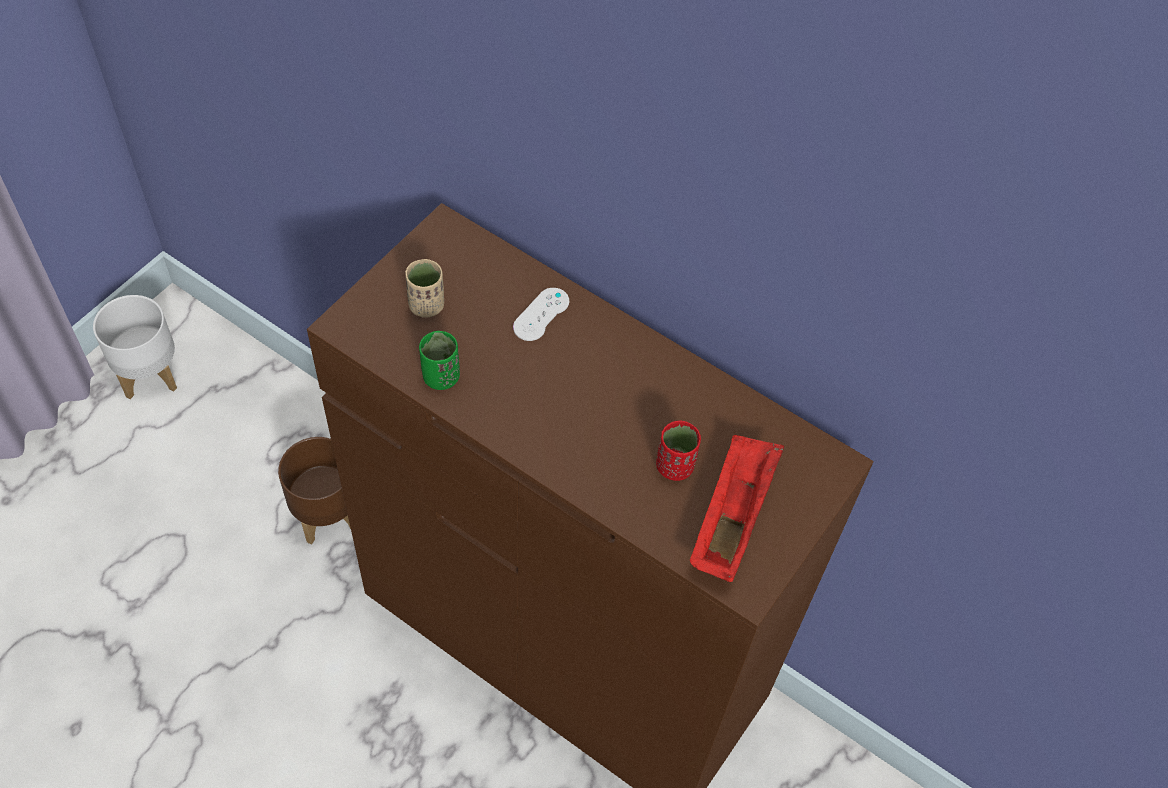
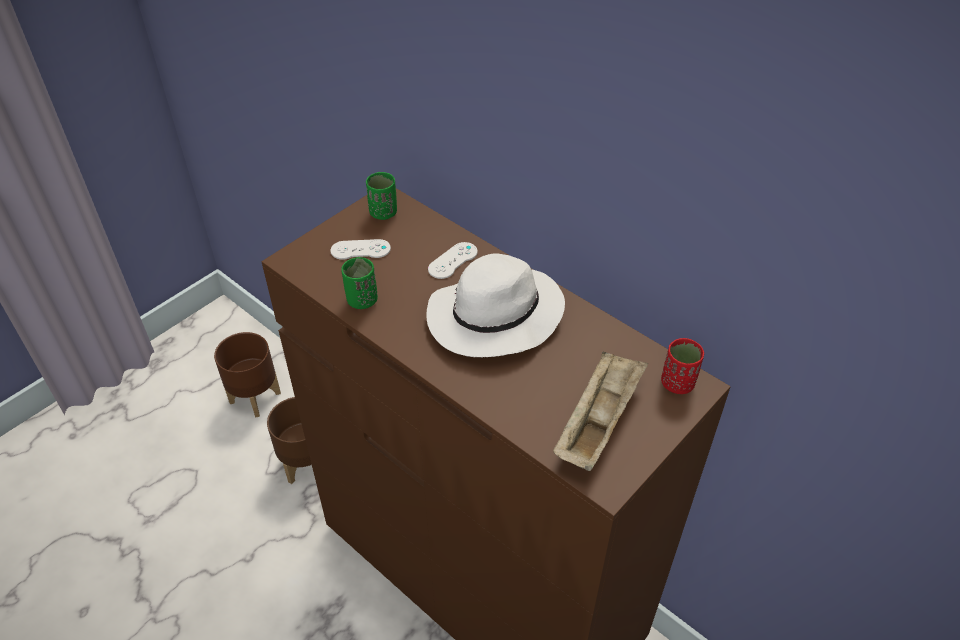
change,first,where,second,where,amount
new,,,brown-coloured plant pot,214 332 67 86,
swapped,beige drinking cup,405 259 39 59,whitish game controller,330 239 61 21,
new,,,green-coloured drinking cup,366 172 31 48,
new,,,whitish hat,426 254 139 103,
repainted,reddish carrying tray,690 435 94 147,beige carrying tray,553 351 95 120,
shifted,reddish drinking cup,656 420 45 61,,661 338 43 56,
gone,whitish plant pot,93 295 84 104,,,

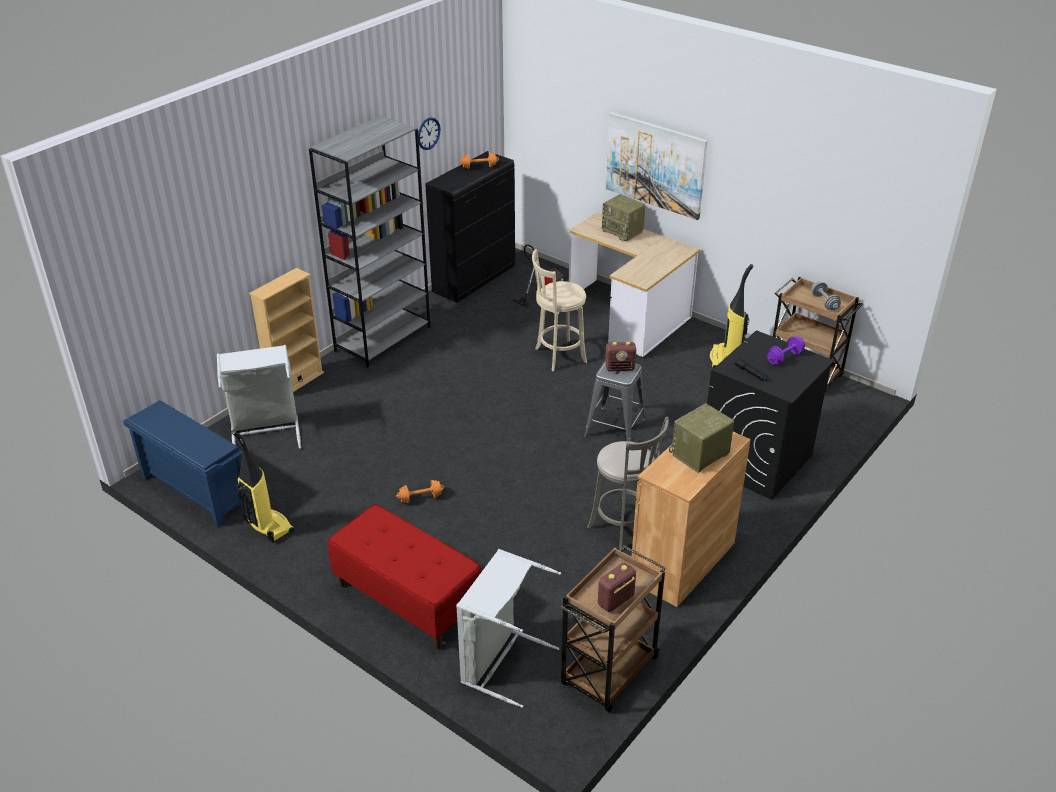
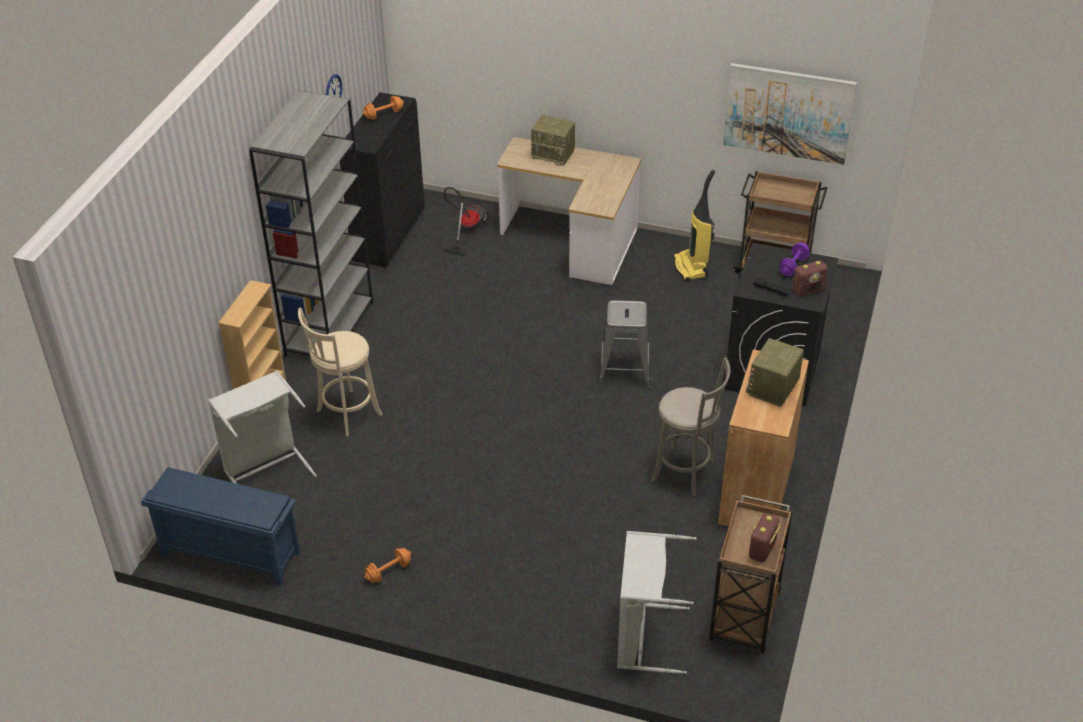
change,first,where,second,where,amount
shifted,beige stool seat,532 249 55 123,,298 308 84 128,
shifted,orange dumbbell,396 480 48 23,,364 548 47 35,
shifted,wall art,606 112 102 108,,723 63 134 102,
shifted,radio,605 342 31 29,,792 260 36 36,
gone,hoover,231 430 63 113,,,
gone,reddish long seat,328 504 154 146,,,
gone,grey dumbbell,811 281 30 30,,,

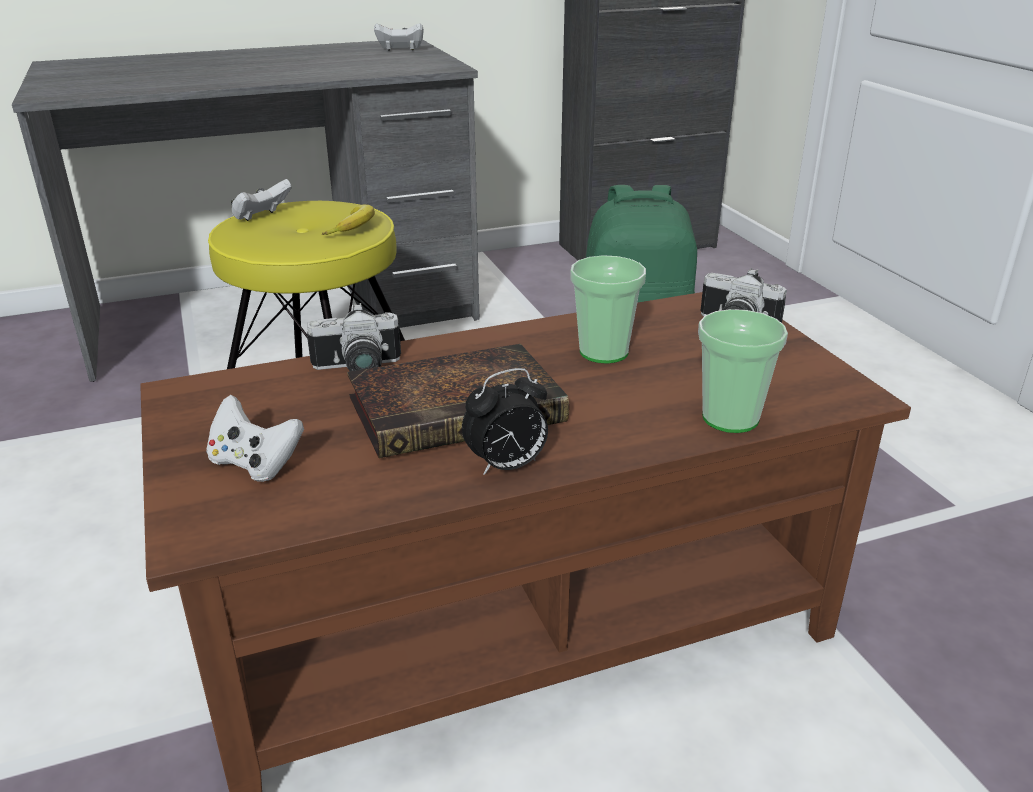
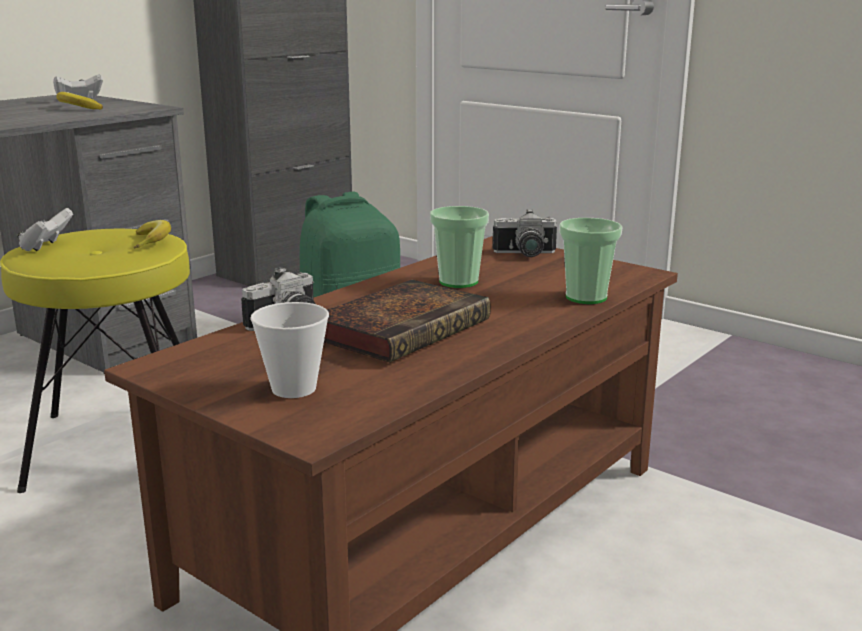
change,first,where,second,where,amount
new,,,banana fruit,56 92 47 18,
swapped,whitish game controller,206 395 98 87,drinking cup,250 302 79 96,
gone,alarm clock,462 368 86 107,,,

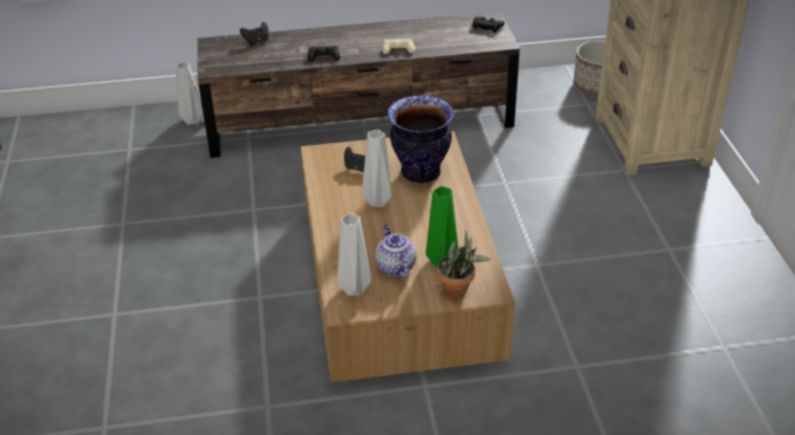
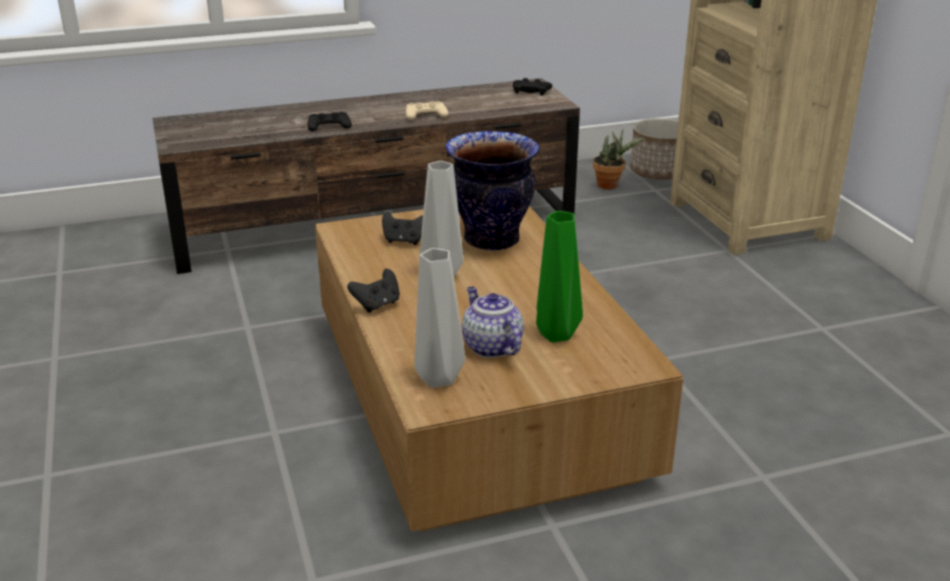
change,first,where,second,where,amount
shifted,black game controller,240 22 29 23,,347 269 53 44,
shifted,potted plant,438 230 52 68,,593 129 52 60,
gone,grey flower vase,175 62 28 63,,,

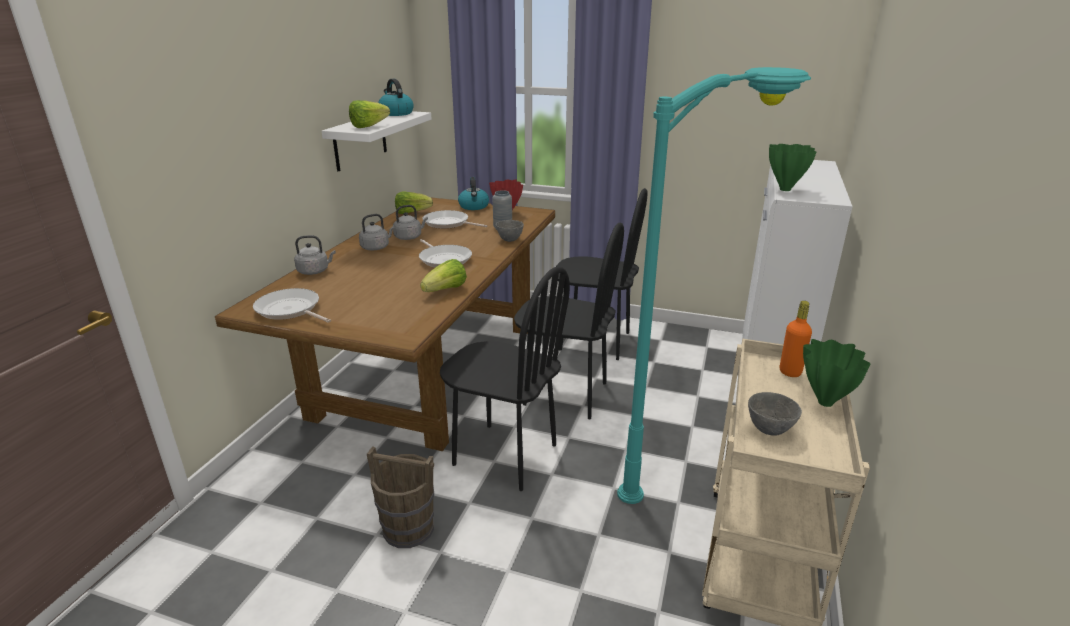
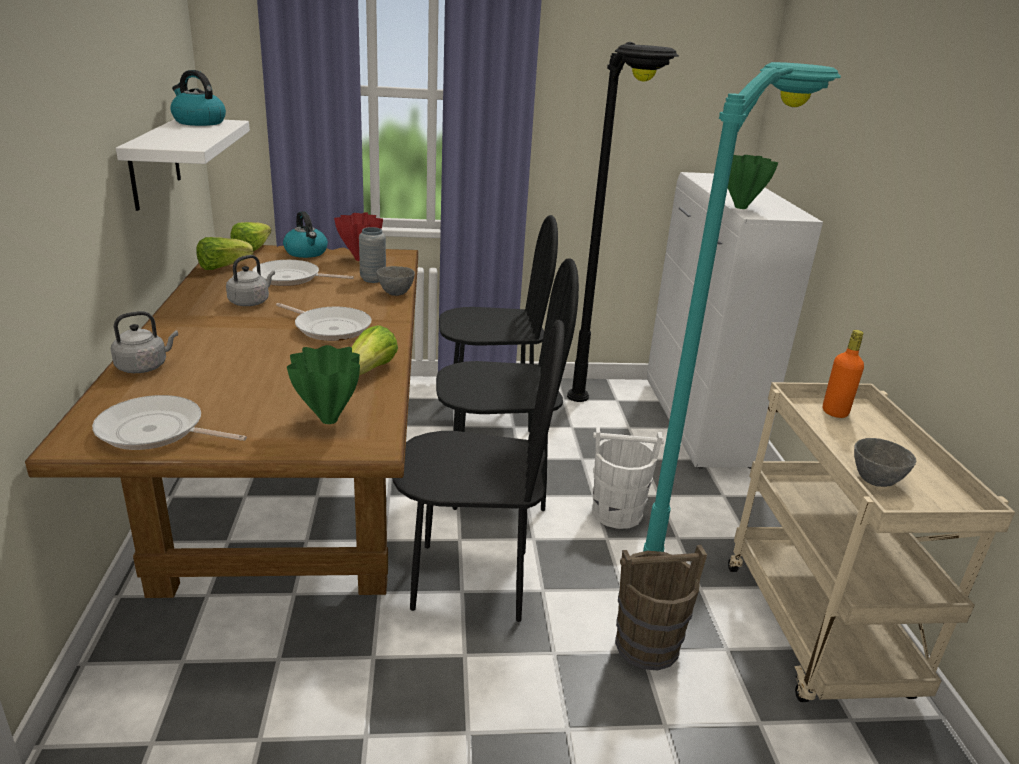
change,first,where,second,where,amount
shifted,head of lettuce,349 100 41 28,,230 222 41 29,
shifted,green-coloured flower vase,803 339 67 68,,287 345 73 79,
new,,,black floor lamp,567 42 112 360,
new,,,whitish pail,592 426 72 103,
shifted,brown-coloured pail,367 446 67 102,,615 545 92 125,
gone,grey kettle,359 214 36 36,,,

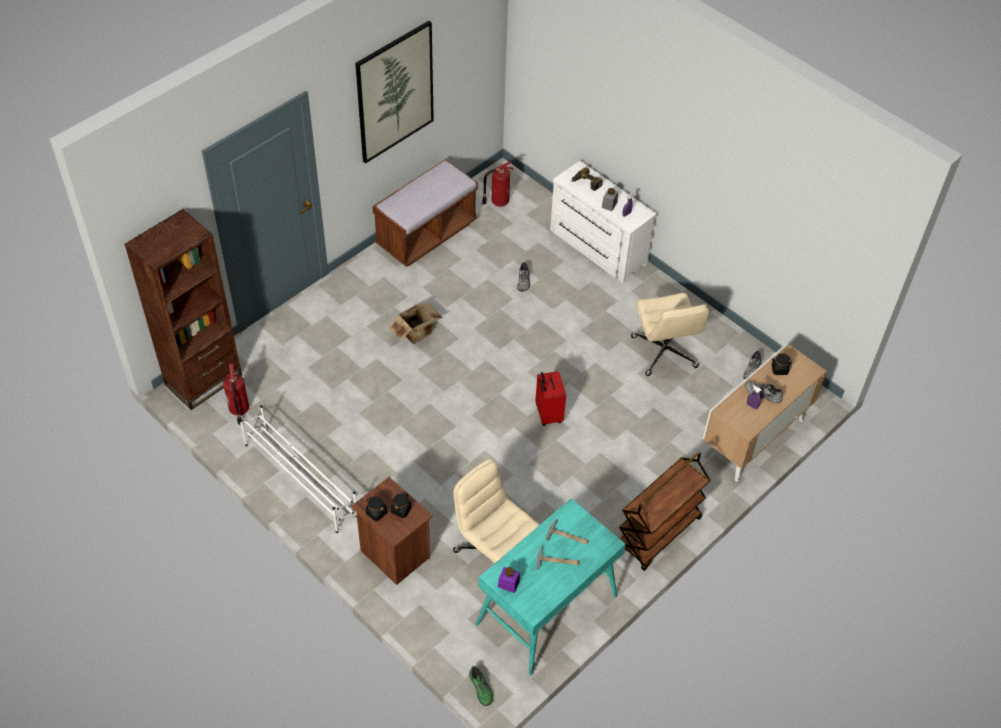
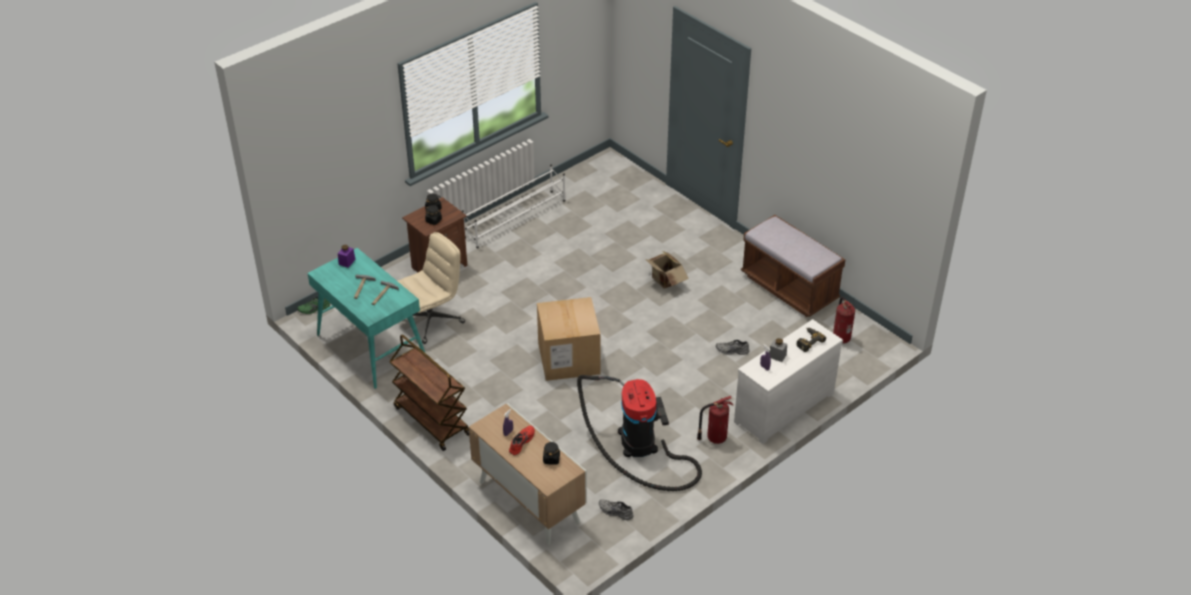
change,first,where,second,where,amount
repainted,grey low shoe,745 381 38 22,reddish low shoe,509 426 26 29,
swapped,reddish suitcase,535 371 31 55,packing box,537 297 64 84,
swapped,beige computer chair,631 293 78 83,hoover,577 375 125 116,
shifted,fire extinguisher,223 363 26 62,,697 396 36 48,
gone,brown-coloured shelving unit,125 209 117 201,,,
gone,wall art,355 21 79 143,,,

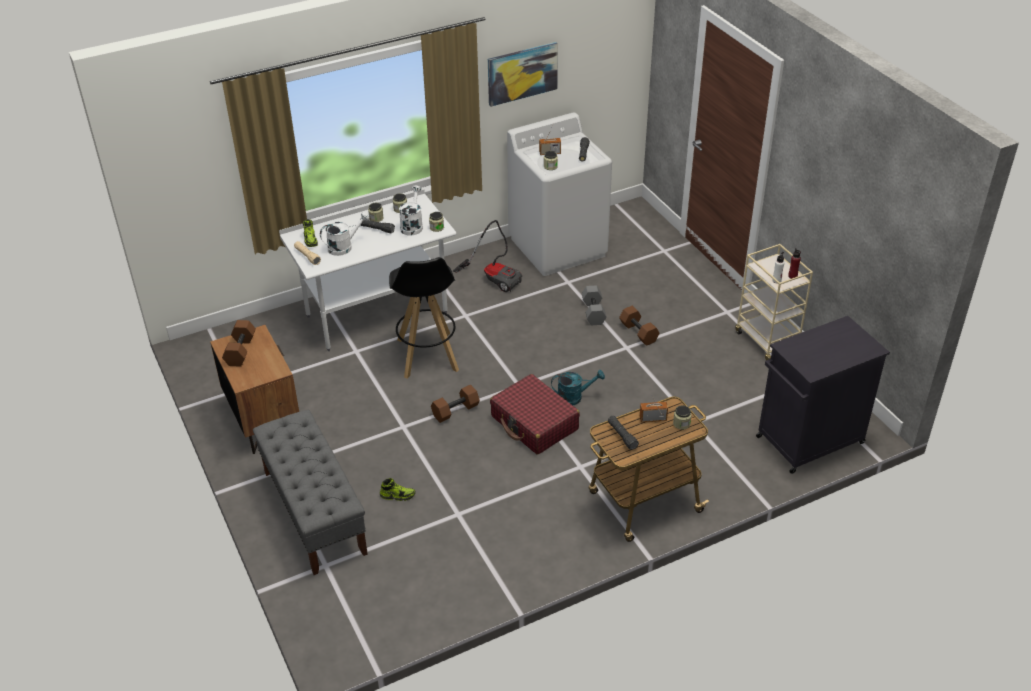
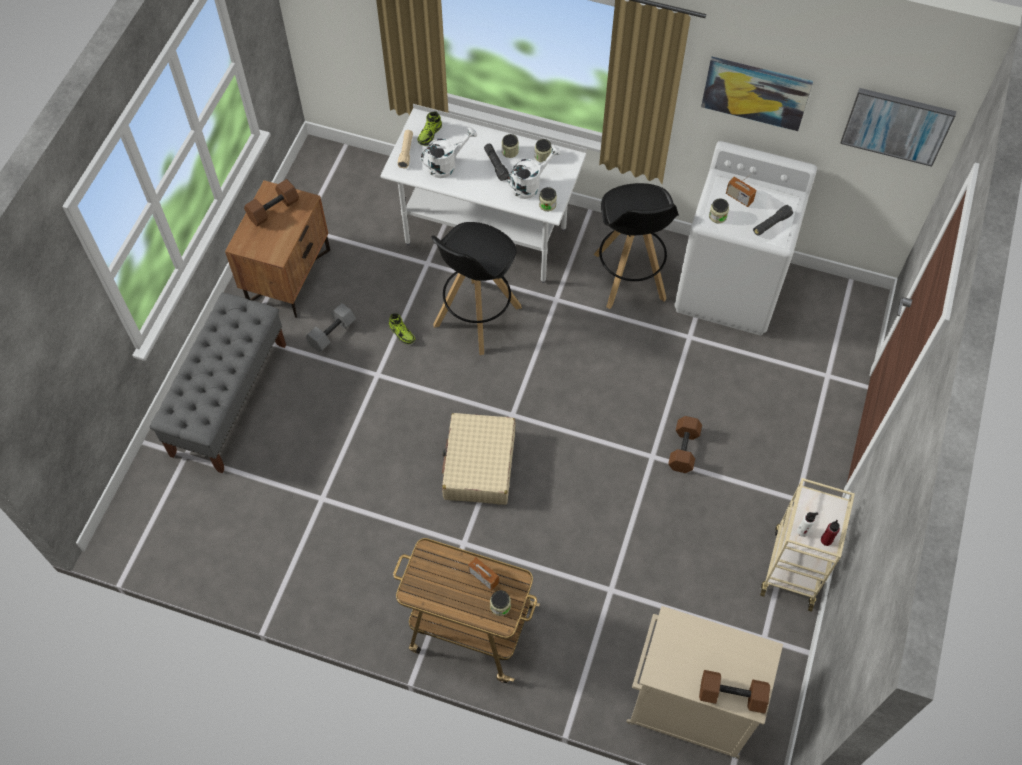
change,first,where,second,where,amount
shifted,grey dumbbell,582 285 25 40,,305 303 51 50,
shifted,low shoe,380 478 36 23,,389 313 26 31,
rotated,whitish sprinkling can,320 212 49 44,,421 127 56 51,45 degrees counterclockwise
repainted,reddish suitcase,490 374 90 80,beige suitcase,442 413 73 92,
swapped,hoover,453 220 69 72,black stool seat,594 183 85 126,
repainted,black cabinet,756 316 134 158,beige cabinet,626 606 157 153,
shifted,brown-coloured dumbbell,431 385 49 38,,699 670 71 44,
new,,,wall art,840 88 116 79,
gone,turquoise-coloured sprinkling can,551 370 54 35,,,
gone,black flashlight,608 416 31 34,,,

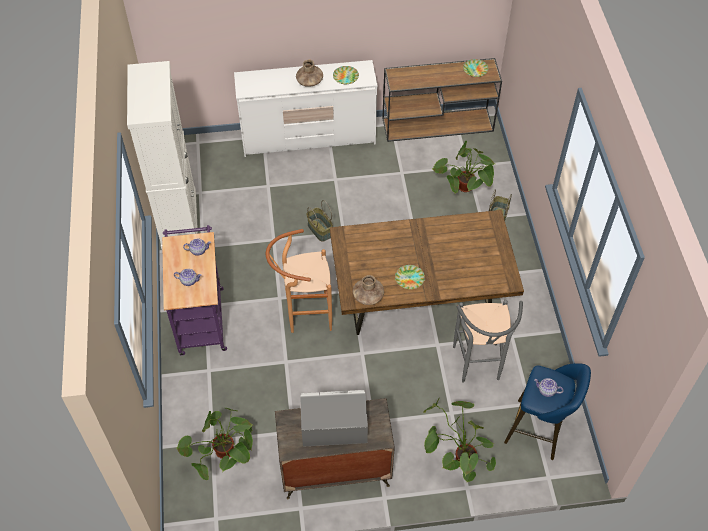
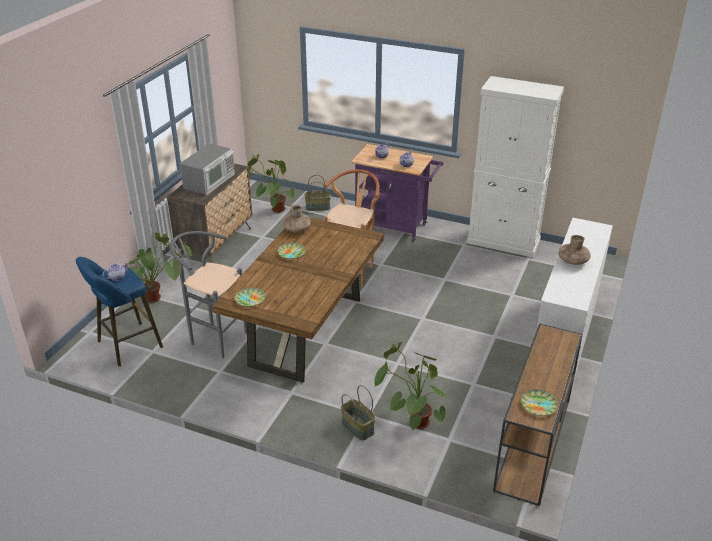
change,first,where,second,where,amount
shifted,plate,333 66 26 18,,234 288 32 19,
shifted,basket,307 200 26 42,,305 175 26 36,

